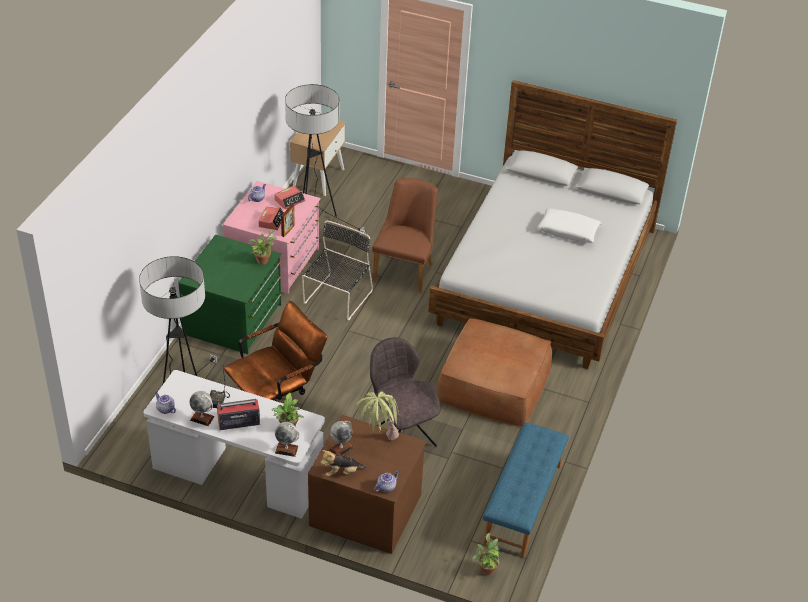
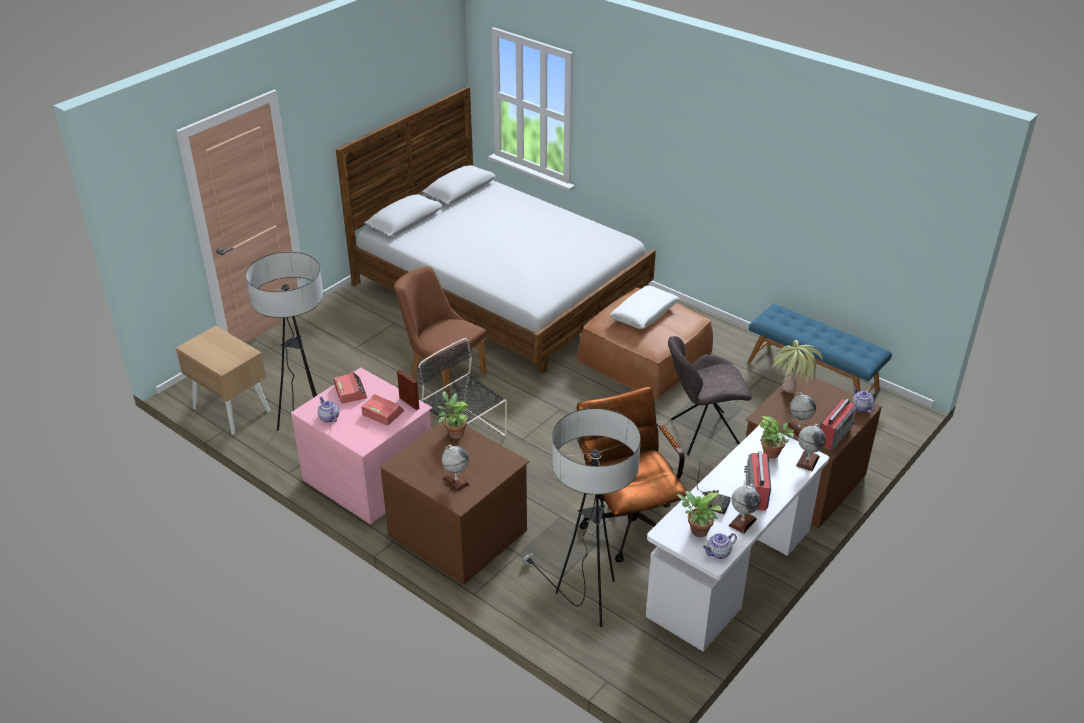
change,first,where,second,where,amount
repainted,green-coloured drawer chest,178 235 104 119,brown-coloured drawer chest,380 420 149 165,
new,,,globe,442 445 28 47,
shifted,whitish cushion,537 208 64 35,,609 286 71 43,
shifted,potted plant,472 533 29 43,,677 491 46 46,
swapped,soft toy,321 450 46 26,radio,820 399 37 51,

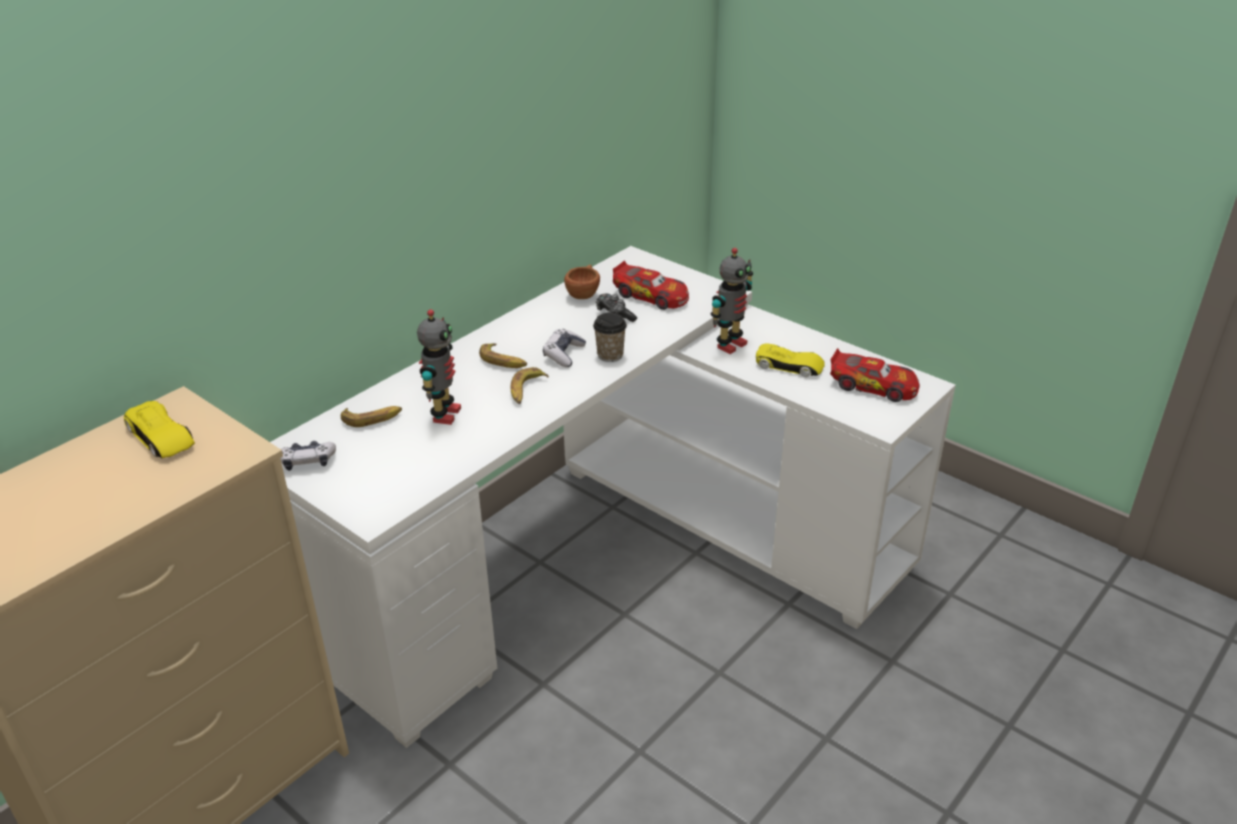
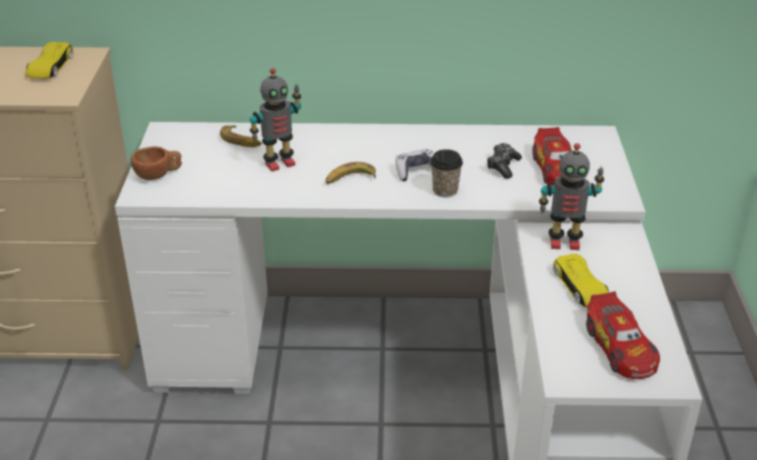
change,first,where,second,where,amount
shifted,brown-coloured drinking cup,564 265 36 34,,130 146 52 34,
gone,game controller,280 441 56 30,,,
gone,banana fruit,479 343 48 25,,,

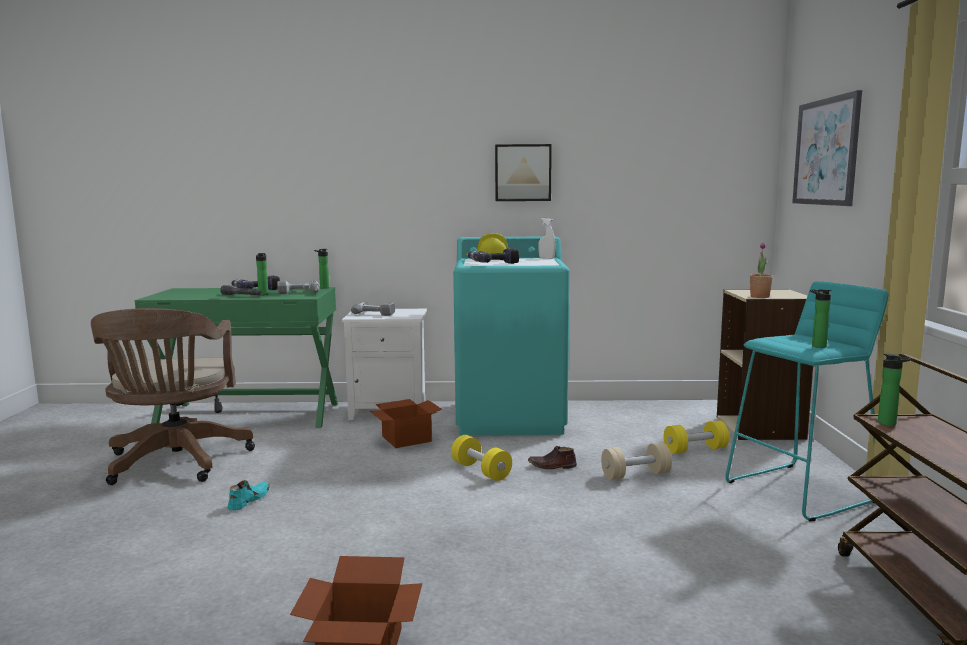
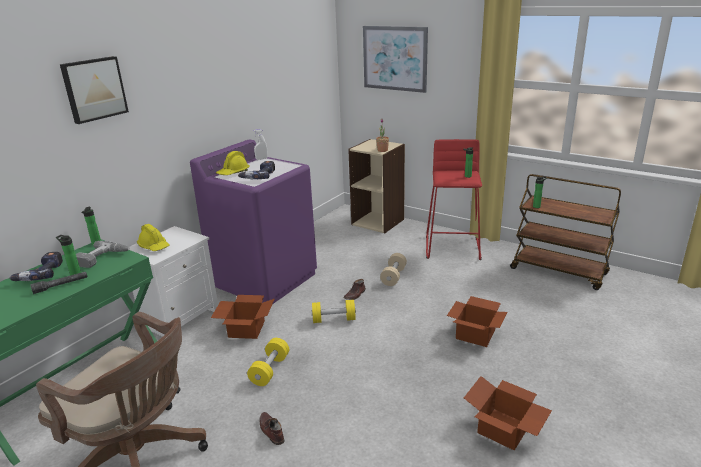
change,first,where,second,where,amount
shifted,wall art,495 144 57 57,,60 56 69 68,
swapped,drill,351 302 44 14,yellow work helmet,137 224 33 27,
repainted,turquoise-coloured laundry machine,453 236 117 199,purple-coloured laundry machine,190 139 127 165,
shifted,yellow dumbbell,664 421 65 33,,247 338 42 48,
repainted,turquoise-coloured low shoe,227 480 43 31,brown-coloured low shoe,260 412 25 33,
repainted,turquoise-coloured stool seat,725 281 164 241,reddish stool seat,426 139 56 121,
new,,,packing box,447 296 60 51,

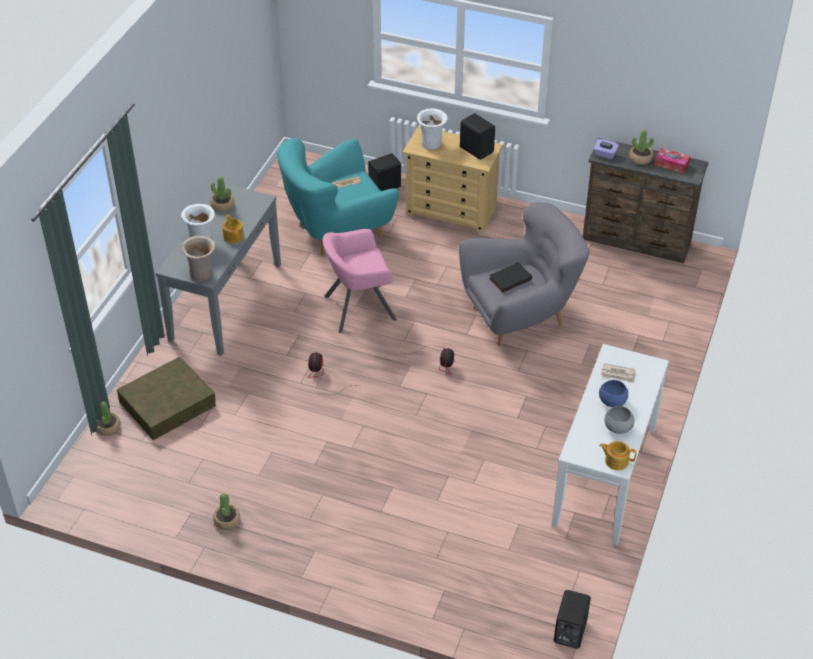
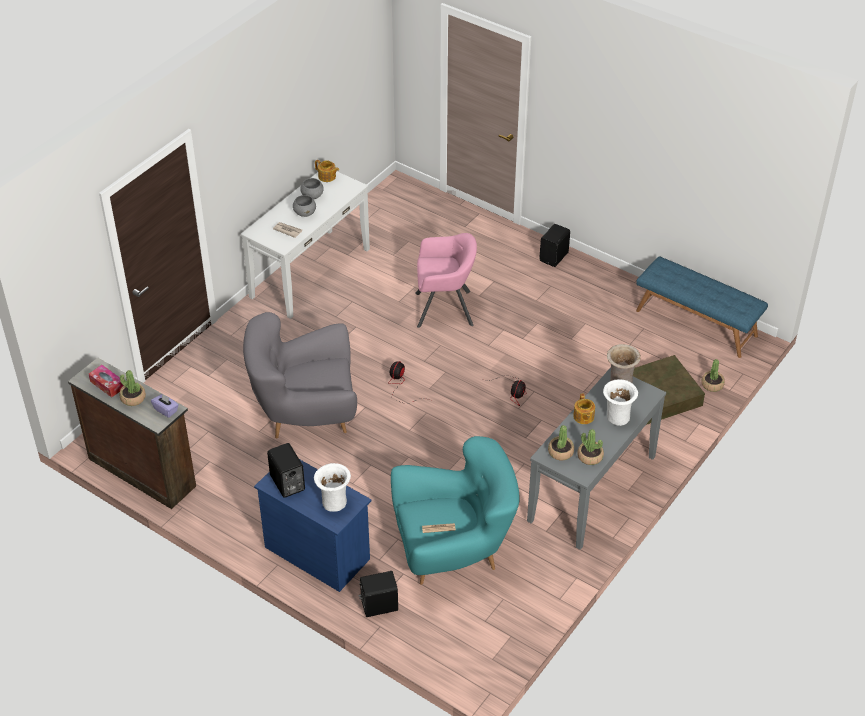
change,first,where,second,where,amount
repainted,beige drawer chest,403 126 100 107,blue drawer chest,254 459 117 133,
repainted,blue serving bowl,599 380 29 27,grey serving bowl,293 195 23 22,
shifted,pinkish easy chair,323 229 74 104,,415 233 62 95,
shifted,black loudspeaker,554 590 37 59,,539 224 31 43,
shifted,potted plant,213 493 27 37,,548 425 26 35,
new,,,blue long seat,636 256 132 102,
gone,black book,489 262 43 31,,,

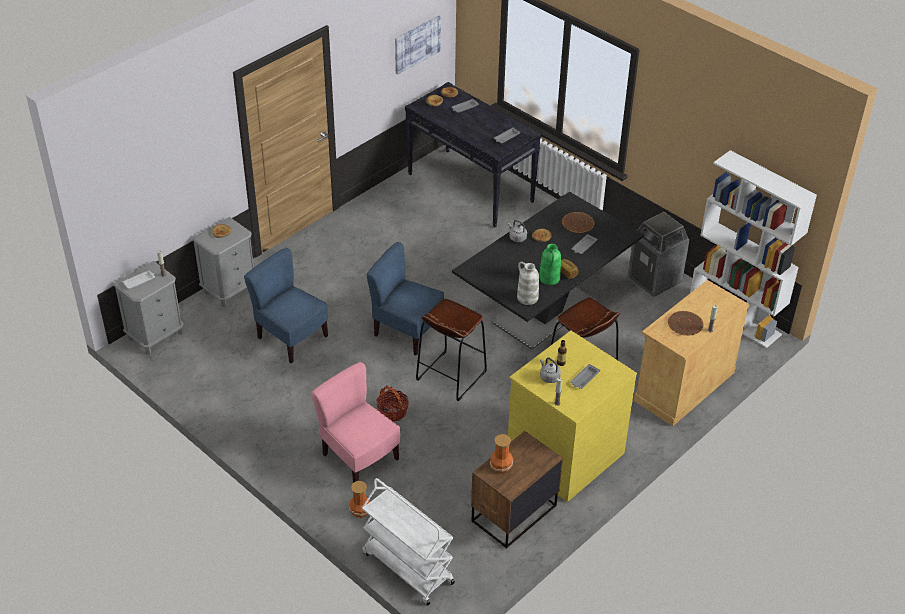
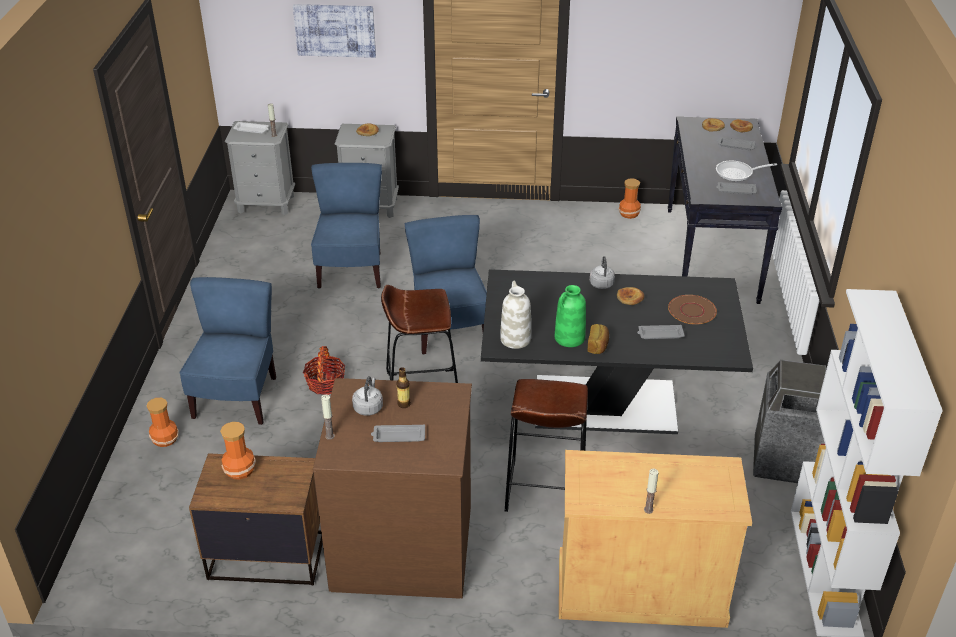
change,first,where,second,where,amount
repainted,pinkish plain chair,311 362 89 121,blue plain chair,179 277 97 148,
shifted,wall art,395 16 46 59,,293 4 83 54,
repainted,yellow drawer chest,508 331 129 171,brown-coloured drawer chest,313 378 159 221,
new,,,flower vase,619 178 22 41,
new,,,skillet,716 161 61 20,
gone,whitish trolley,362 478 93 128,,,
gone,brown-coloured plate,668 311 36 25,,,

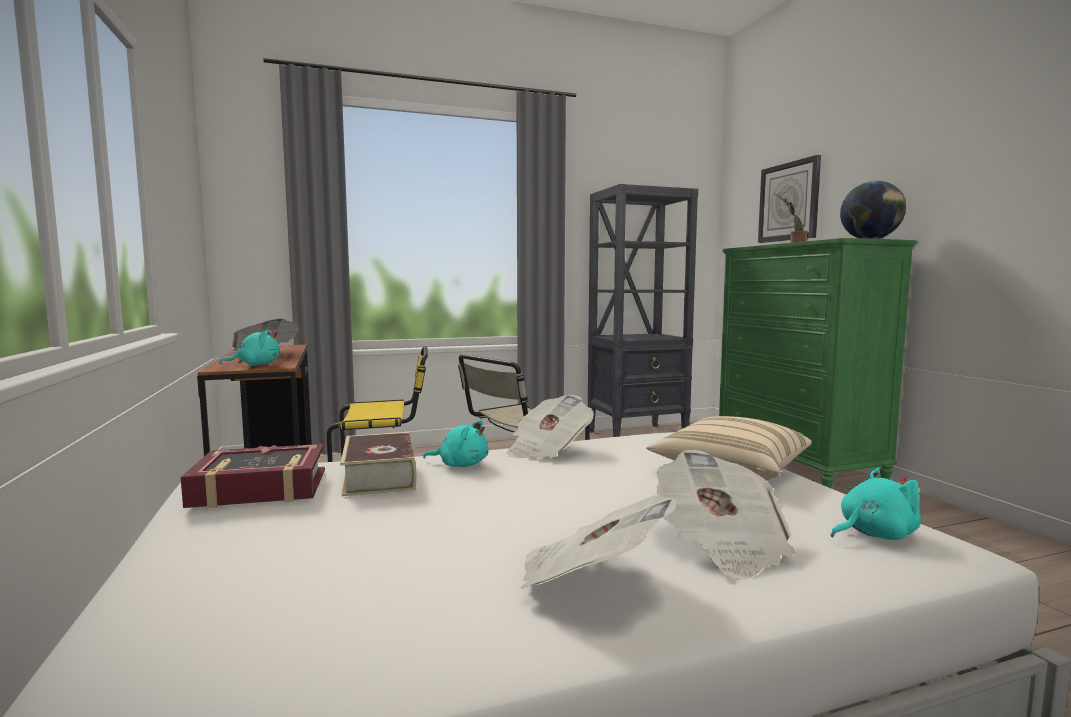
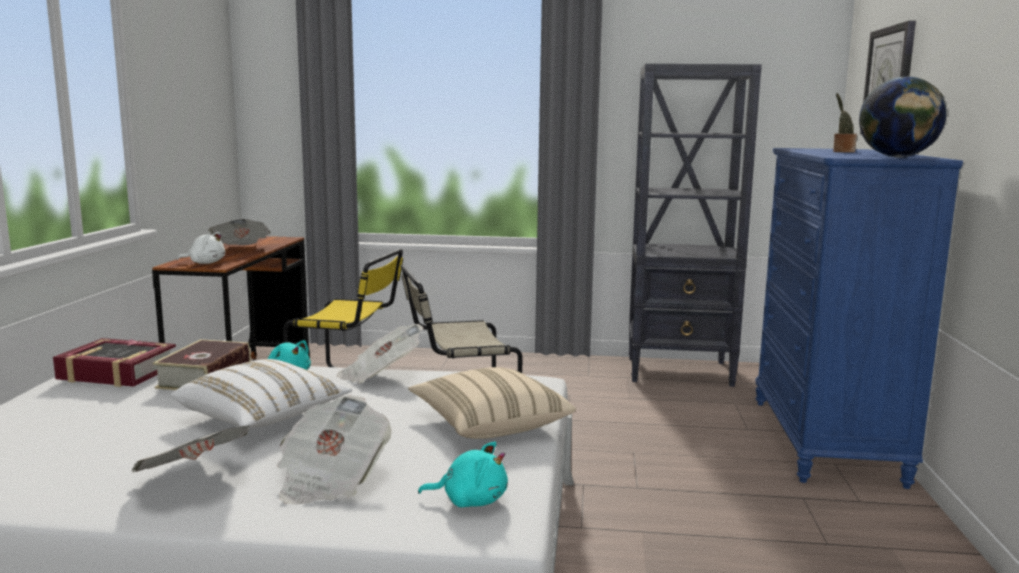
change,first,where,second,where,amount
new,,,whitish cushion,170 359 182 69,
repainted,turquoise-coloured soft toy,219 330 61 36,whitish soft toy,177 232 48 32,
repainted,green-coloured drawer chest,719 238 198 251,blue drawer chest,755 148 208 341,

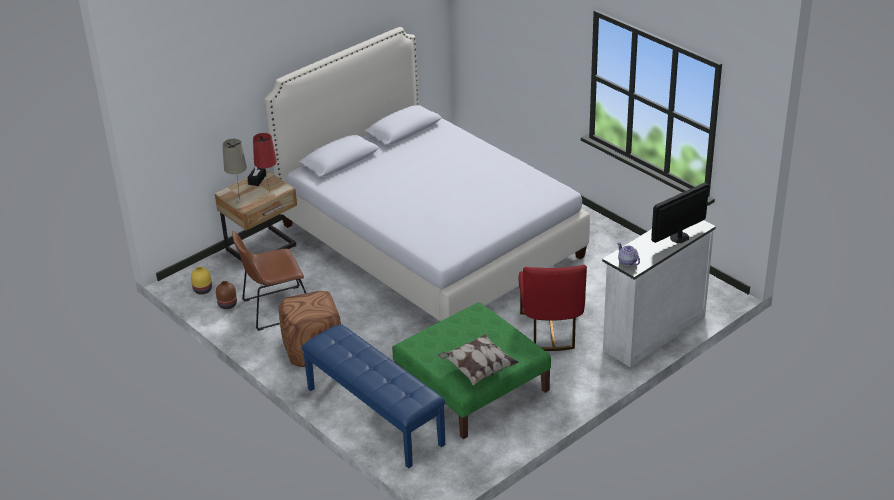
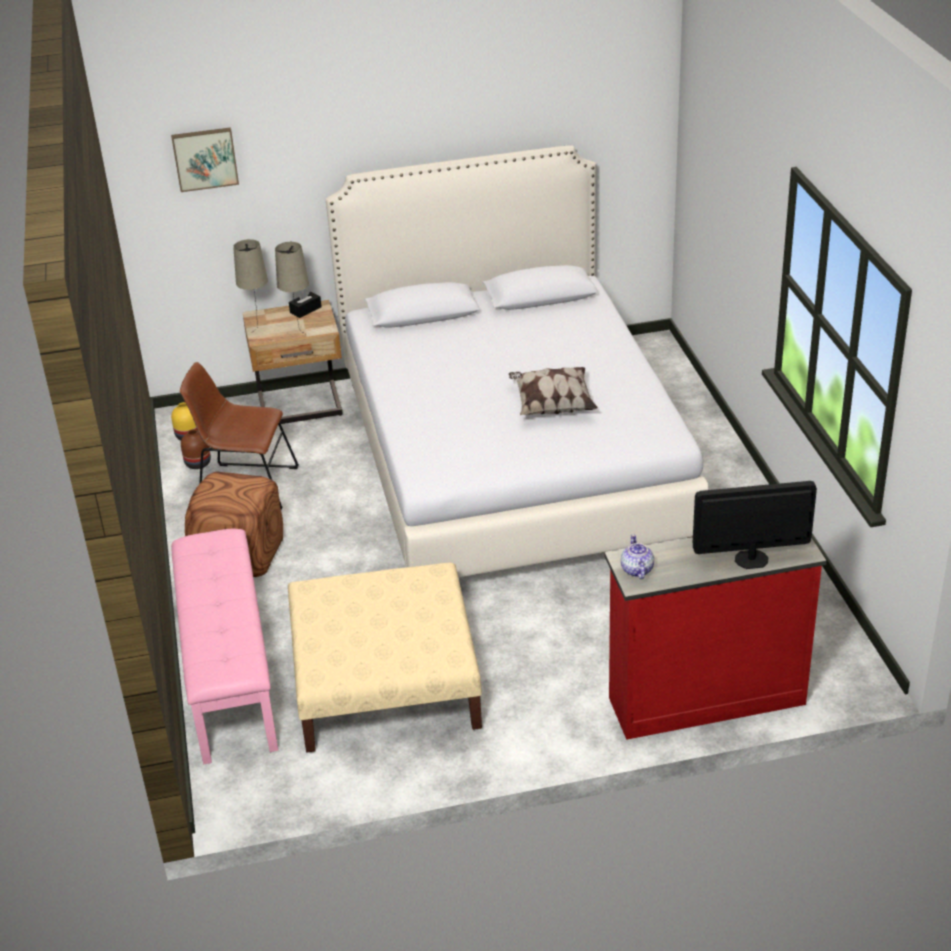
change,first,where,second,where,amount
new,,,wall art,171 127 68 65,
repainted,blue long seat,301 324 144 145,pinkish long seat,171 529 107 235,
repainted,reddish lamp for a table,253 133 24 62,beige lamp for a table,275 242 34 93,
repainted,green-coloured pouffe,392 303 159 136,beige pouffe,288 563 194 189,
shifted,cushion,438 334 82 51,,509 367 89 48,
repainted,whitish drawer chest,602 220 114 147,reddish drawer chest,605 537 222 203,
gone,reddish plain chair,519 265 68 86,,,

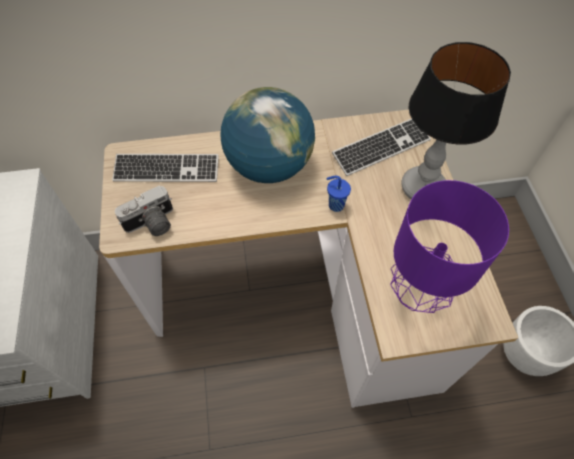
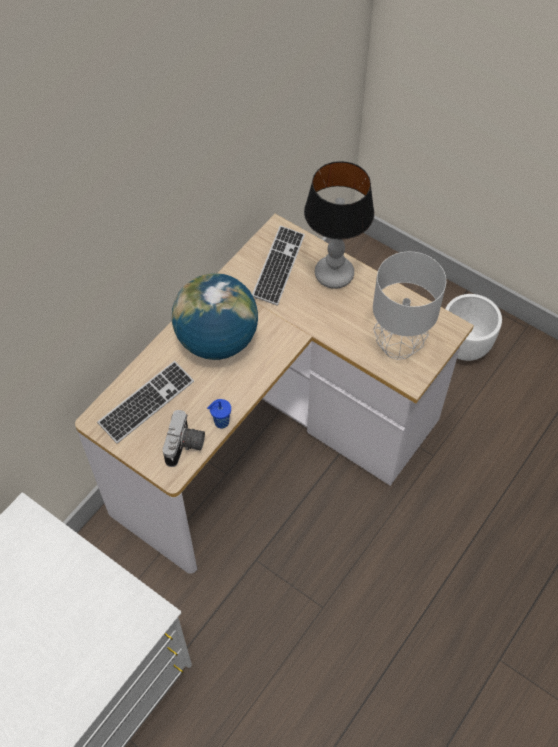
change,first,where,second,where,amount
shifted,blue drinking cup,326 176 25 36,,207 399 24 29,
repainted,purple-coloured lamp for a table,390 180 119 133,grey lamp for a table,373 252 73 108,

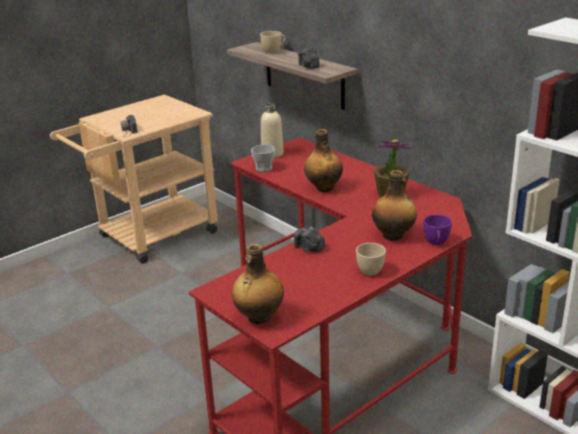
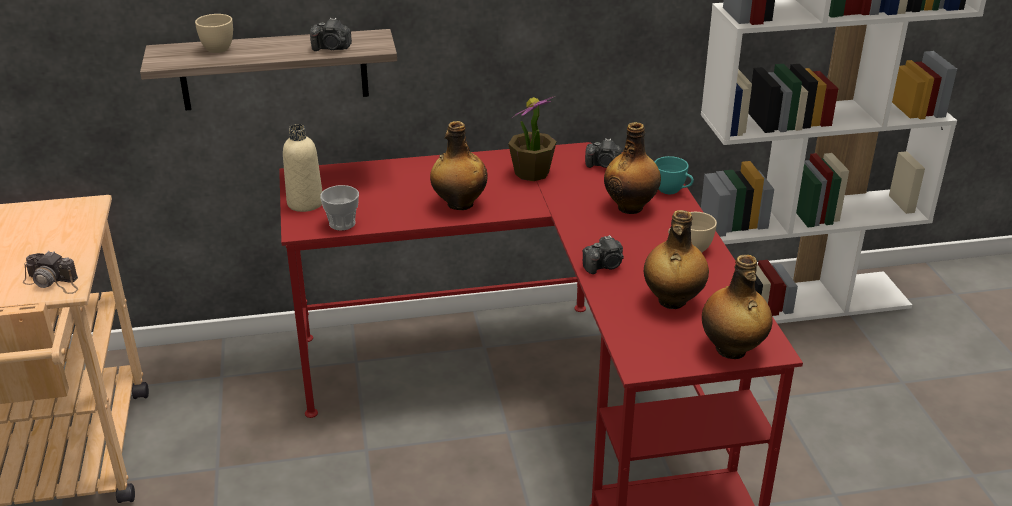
change,first,where,second,where,amount
new,,,photo camera,585 138 37 30,
new,,,bottle,644 210 65 99,
repainted,purple-coloured drinking cup,423 215 29 30,turquoise-coloured drinking cup,654 156 40 38,

